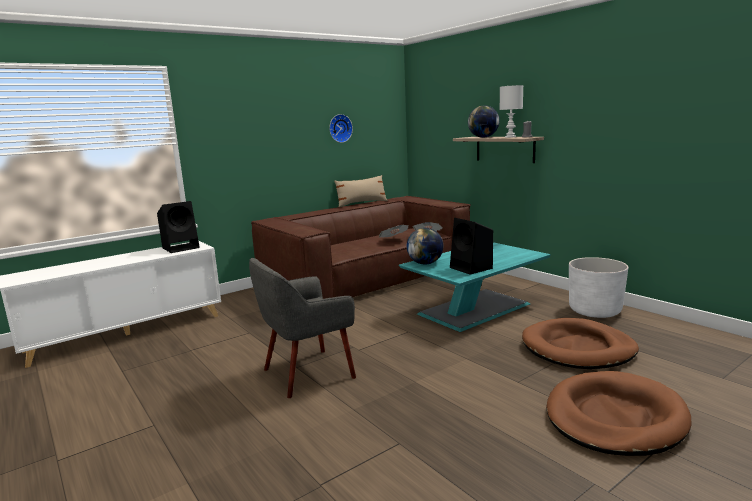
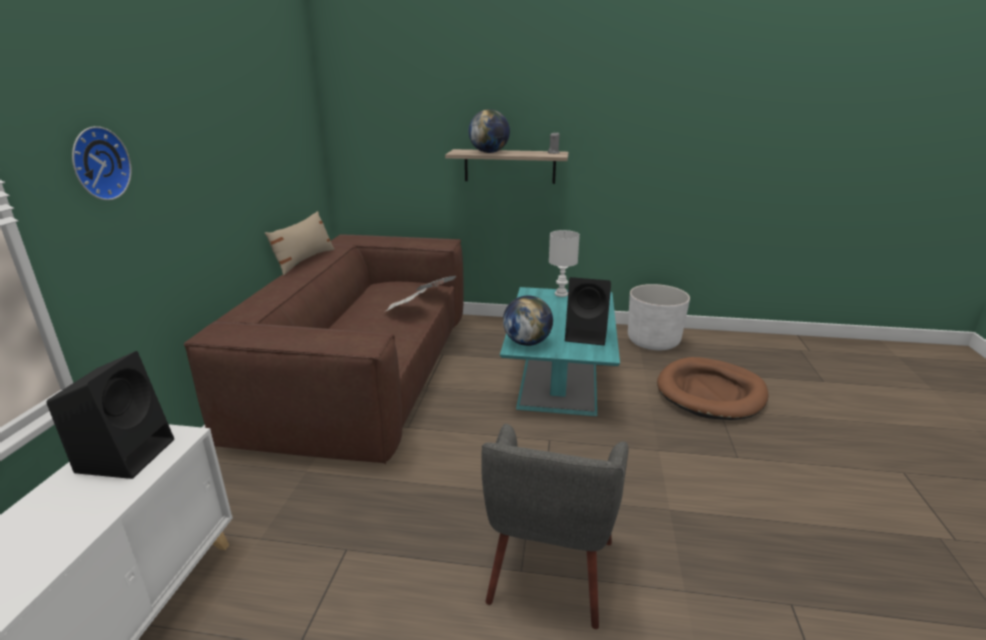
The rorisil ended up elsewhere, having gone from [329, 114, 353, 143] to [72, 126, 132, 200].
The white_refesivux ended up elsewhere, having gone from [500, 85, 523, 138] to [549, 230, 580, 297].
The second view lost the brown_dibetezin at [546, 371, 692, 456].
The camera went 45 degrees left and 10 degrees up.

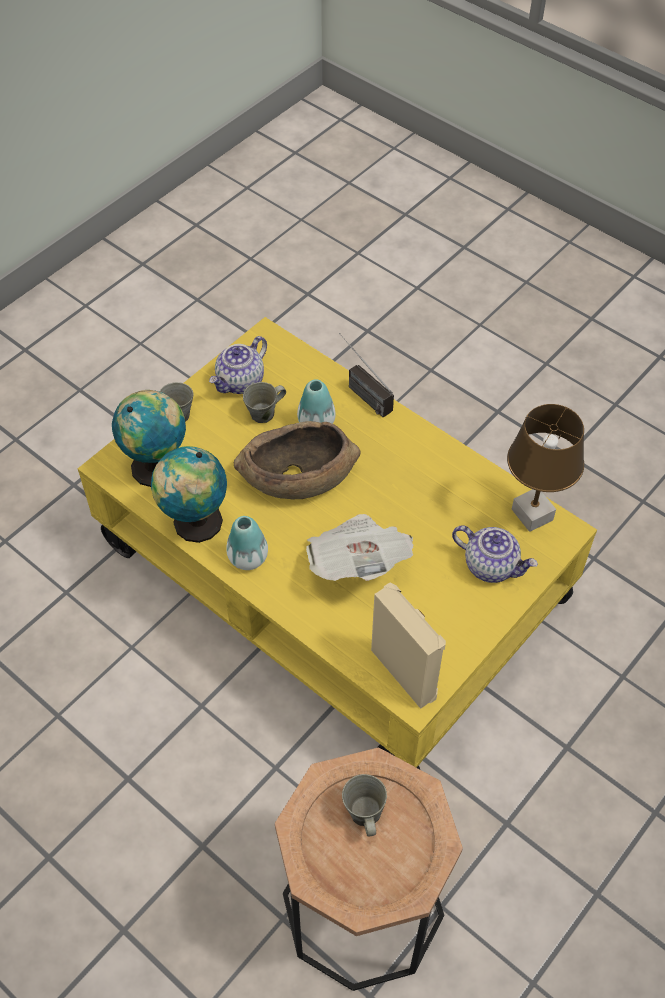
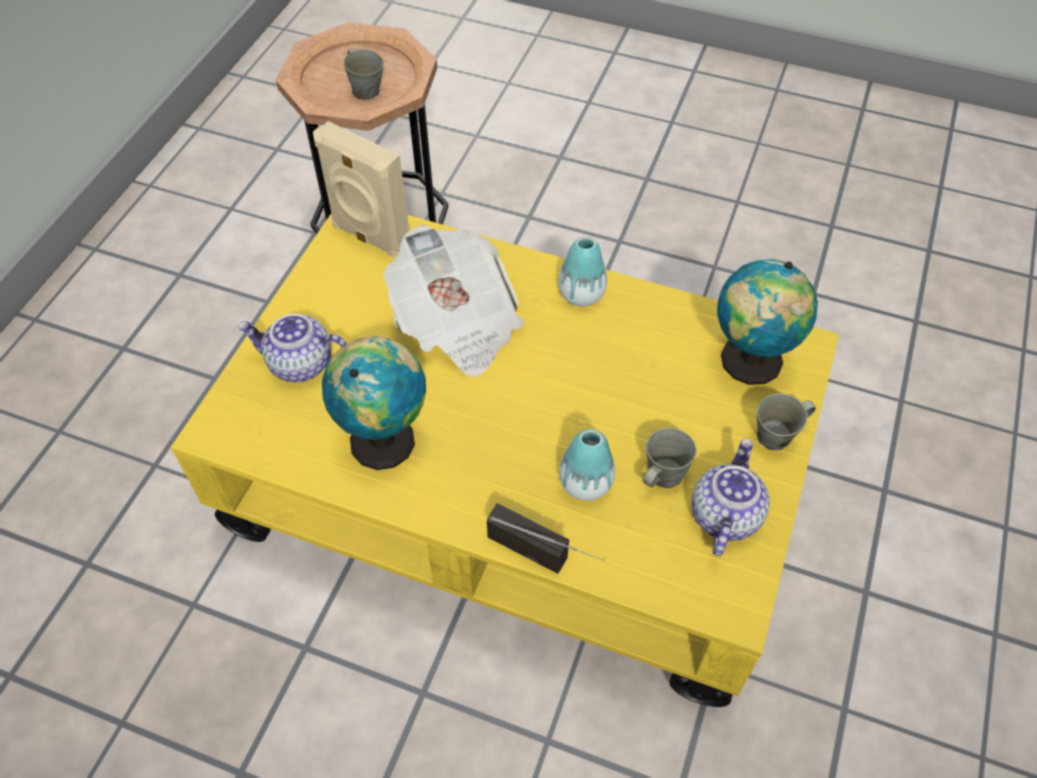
The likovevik ended up elsewhere, having gone from [151, 446, 227, 543] to [322, 336, 426, 470].
The second view lost the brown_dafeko at [234, 421, 360, 500].
The second view lost the brown_refesivux at [507, 404, 584, 532].
The camera went 160 degrees right and 0 degrees up.

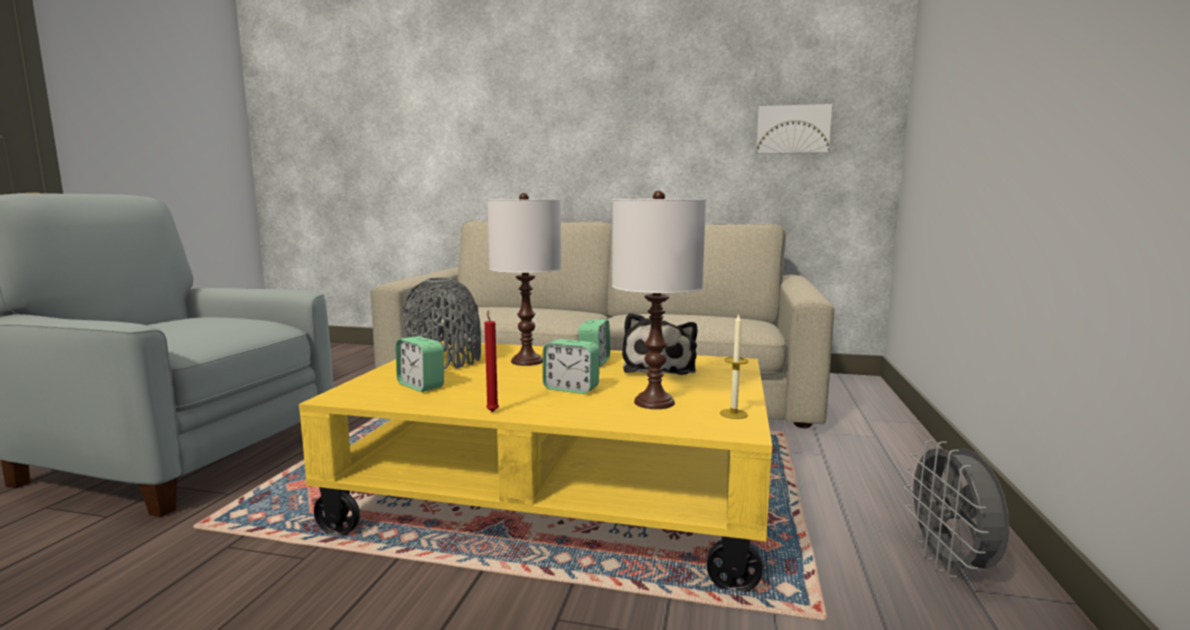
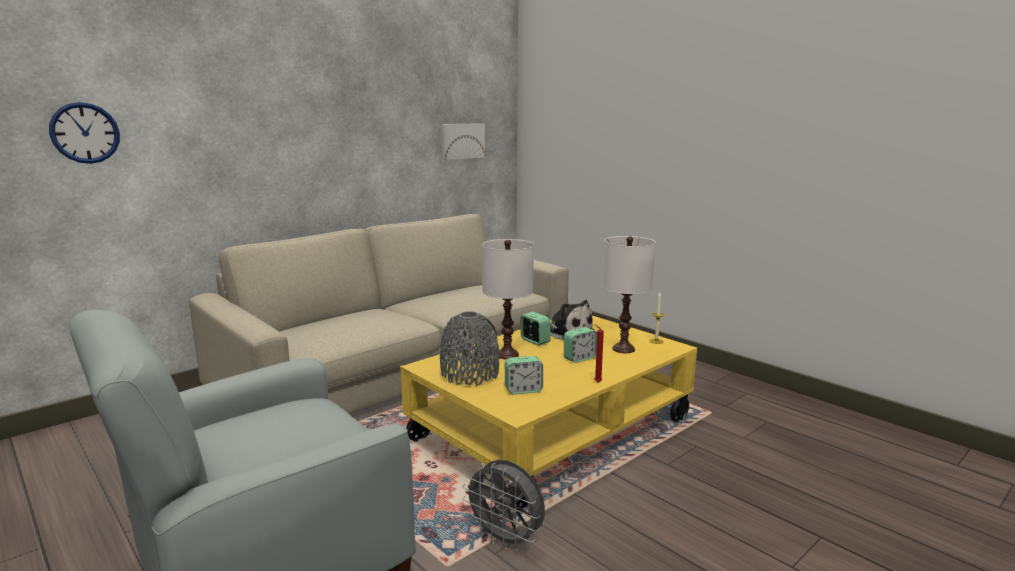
The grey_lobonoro ended up elsewhere, having gone from [904, 440, 1009, 577] to [462, 460, 545, 551].
The second view gained the rorisil at [49, 102, 120, 164].
The camera went 55 degrees left and 5 degrees up.

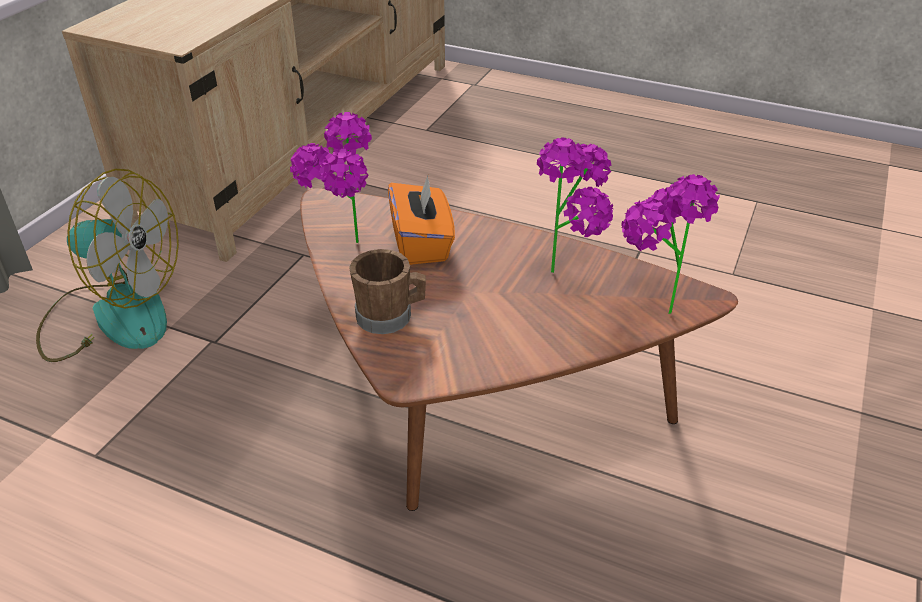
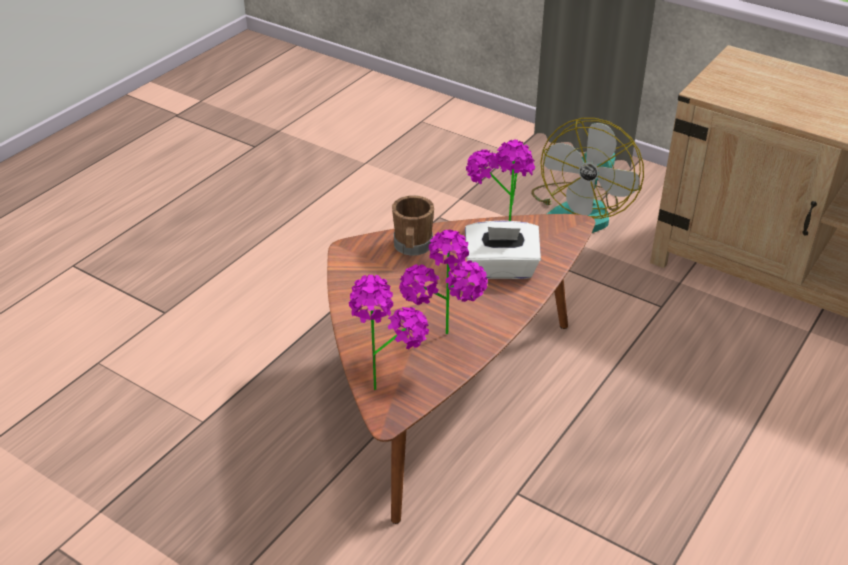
What was the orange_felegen at [388, 176, 455, 265] turned into the white_felegen at [465, 221, 541, 279].
The camera went 100 degrees right and 0 degrees up.

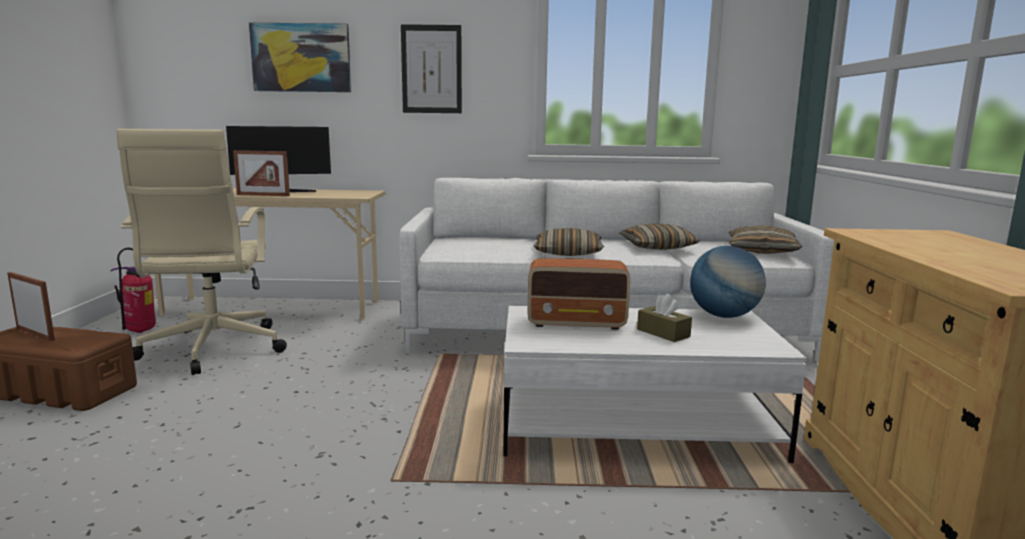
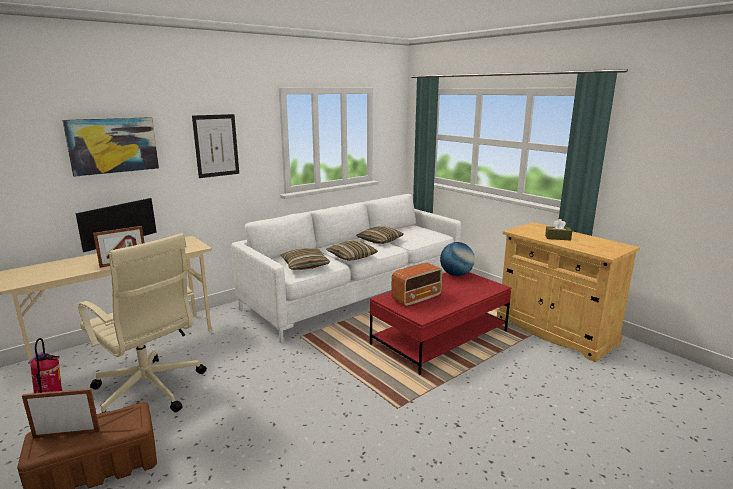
What was the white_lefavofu at [503, 306, 807, 463] turned into the red_lefavofu at [370, 272, 511, 375].
The brown_felegen ended up elsewhere, having gone from [637, 294, 692, 342] to [545, 219, 572, 240].
The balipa ended up elsewhere, having gone from [728, 225, 802, 254] to [280, 248, 330, 270].
The camera went 40 degrees left and 5 degrees up.

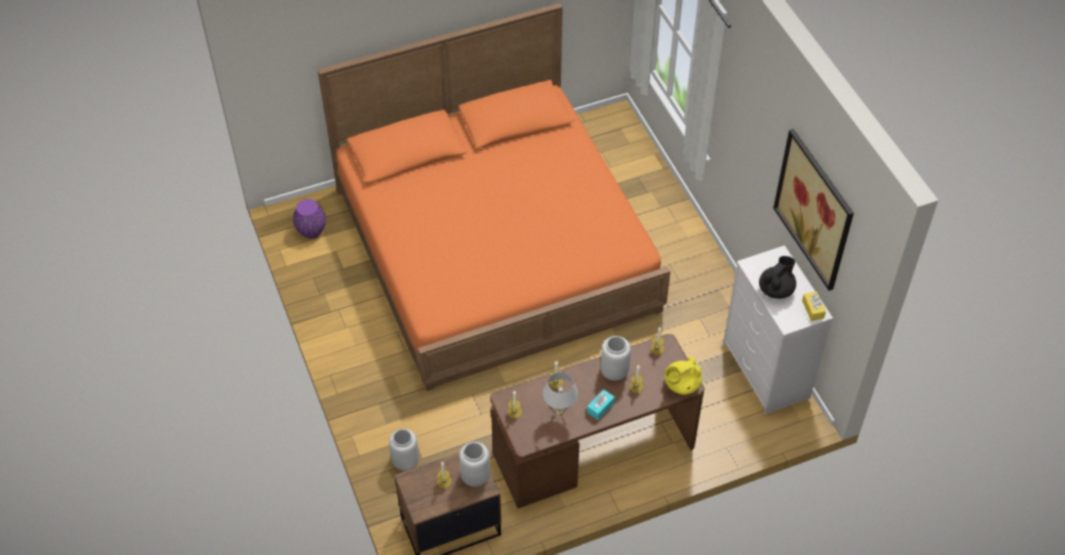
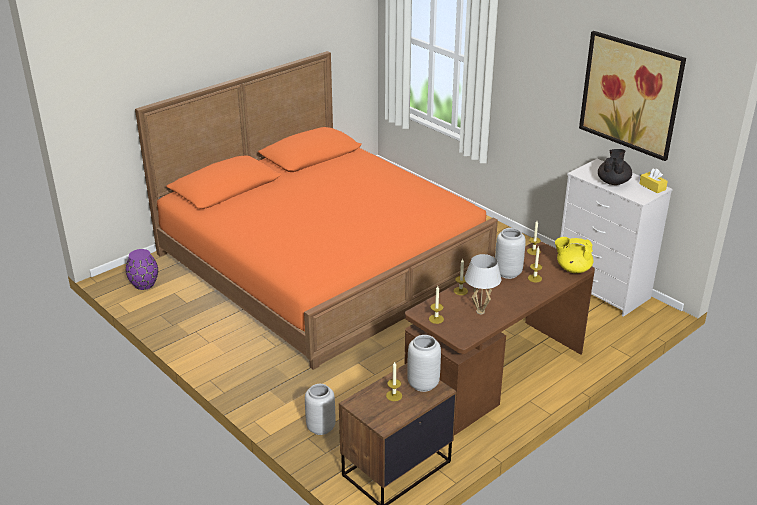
The second view lost the turquoise_felegen at [587, 389, 615, 420].
The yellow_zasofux at [664, 356, 702, 395] ended up facing another way, 60 degrees clockwise from before.
The camera went 20 degrees left and 20 degrees down.

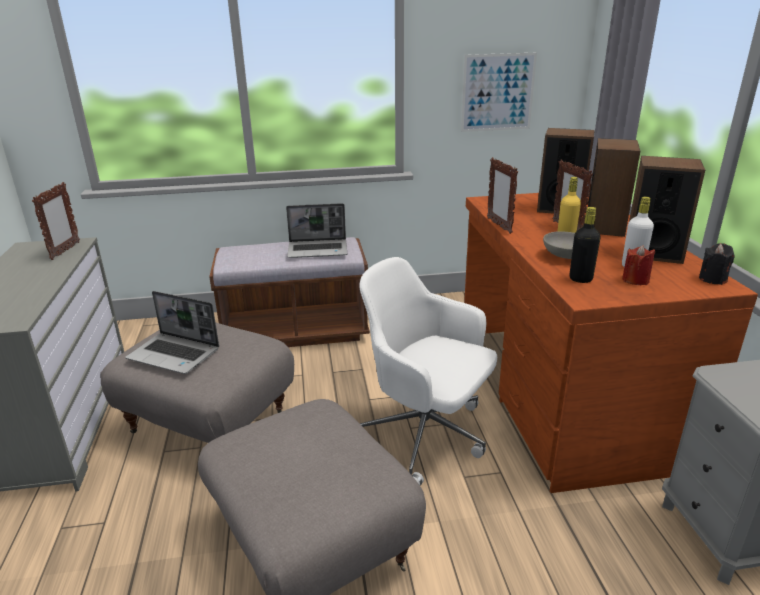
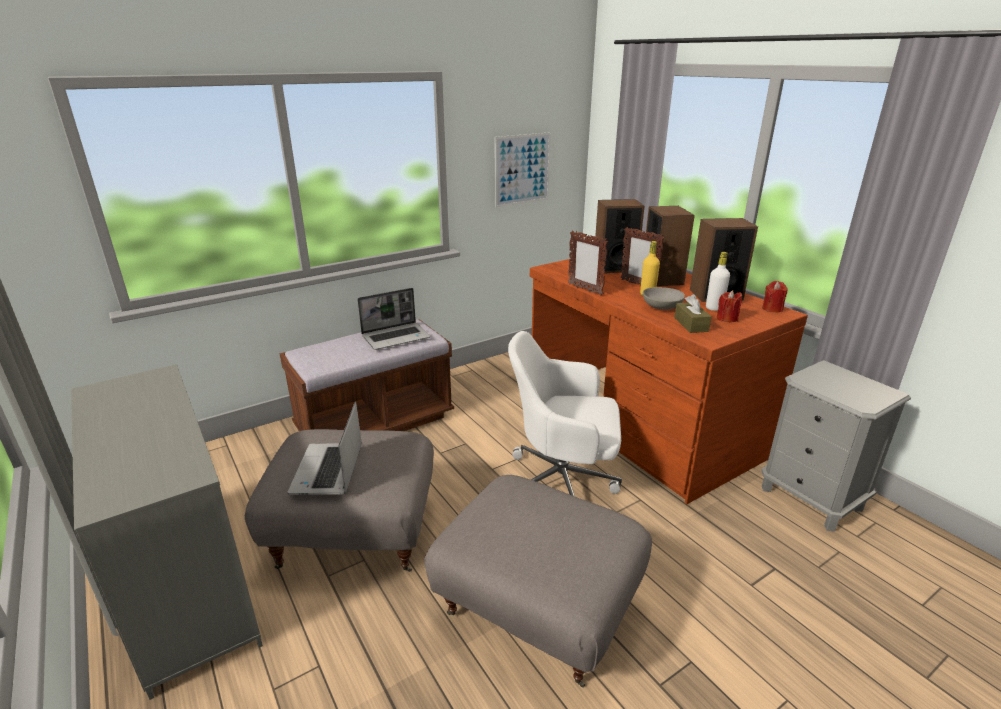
The second view lost the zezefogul at [32, 182, 80, 260].
The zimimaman at [125, 291, 219, 374] ended up facing another way, 90 degrees clockwise from before.
Where the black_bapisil stood at [570, 207, 601, 283], the brown_felegen came to stand at [674, 294, 712, 333].
What was the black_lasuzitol at [699, 243, 735, 285] turned into the red_lasuzitol at [762, 281, 788, 312].
The camera went 25 degrees left and 0 degrees up.

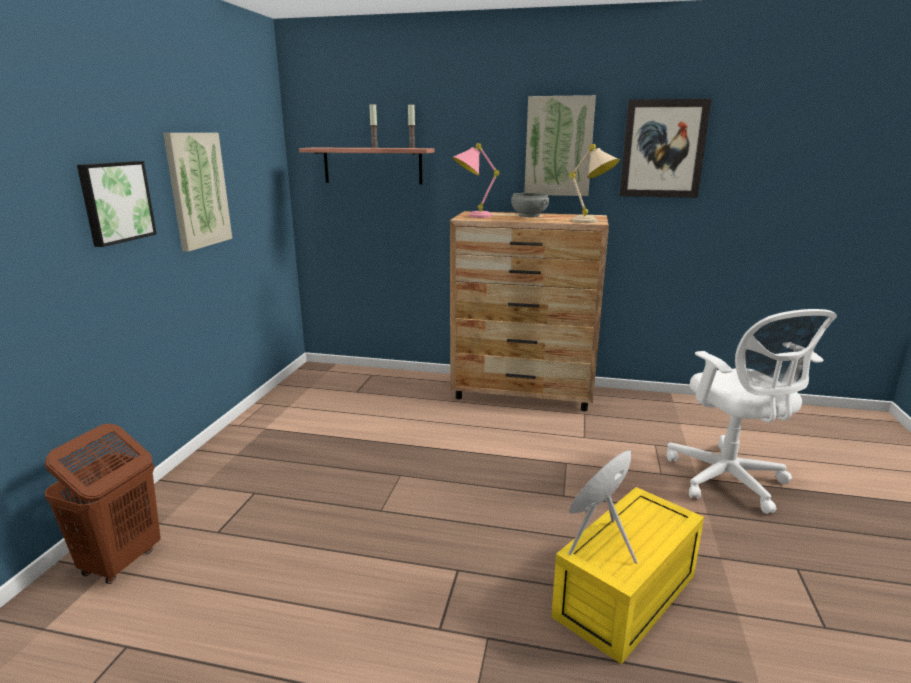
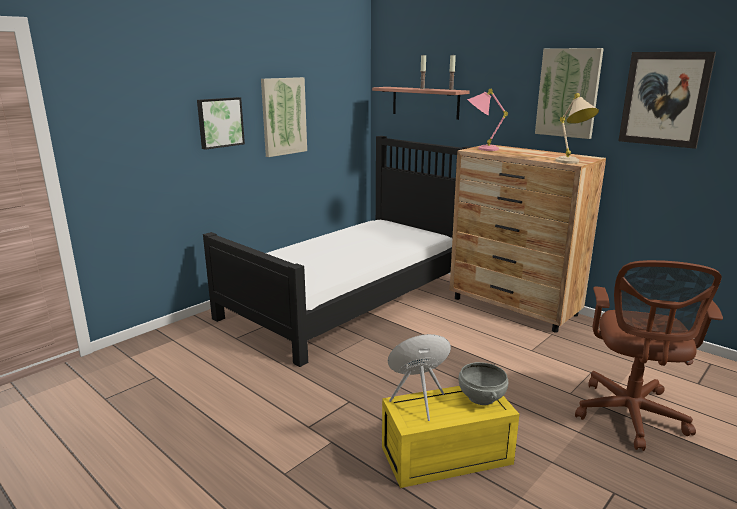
The second view lost the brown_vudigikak at [45, 424, 161, 584].
The grey_dafeko ended up elsewhere, having gone from [511, 193, 549, 217] to [459, 362, 508, 405].
What was the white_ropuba at [667, 309, 837, 514] turned into the brown_ropuba at [575, 260, 723, 451].
The second view gained the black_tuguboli at [203, 136, 472, 367].
The camera went 30 degrees right and 0 degrees up.

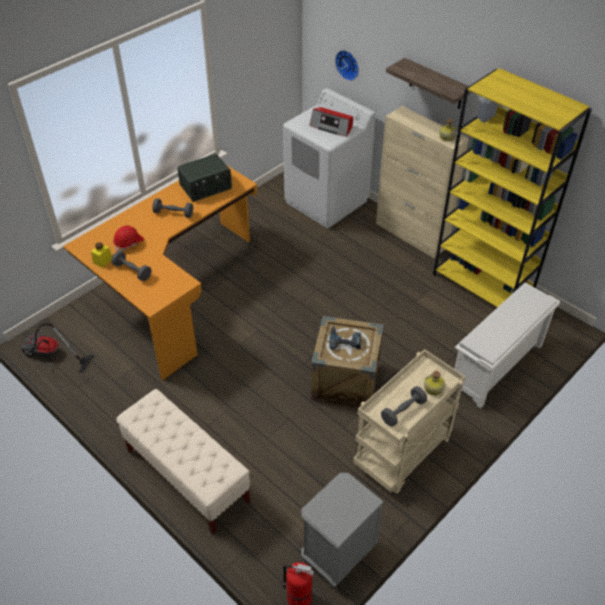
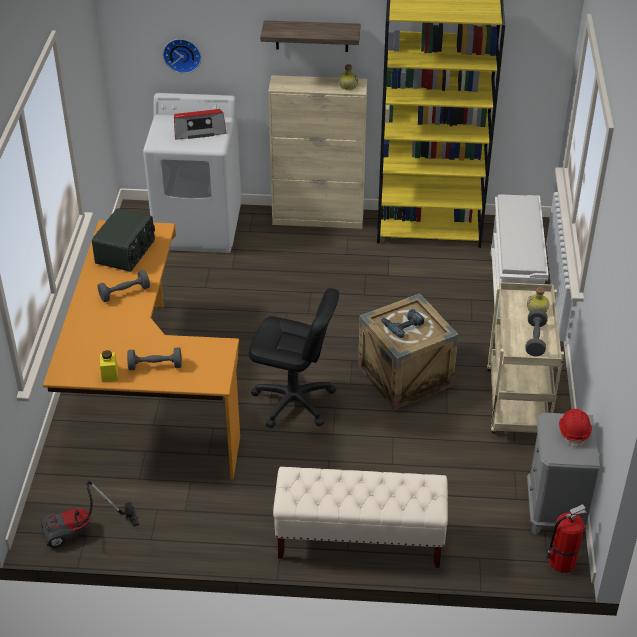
The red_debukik ended up elsewhere, having gone from [113, 226, 144, 251] to [559, 409, 592, 448].
The second view gained the black_ropuba at [249, 288, 339, 428].
The camera went 40 degrees left and 5 degrees down.

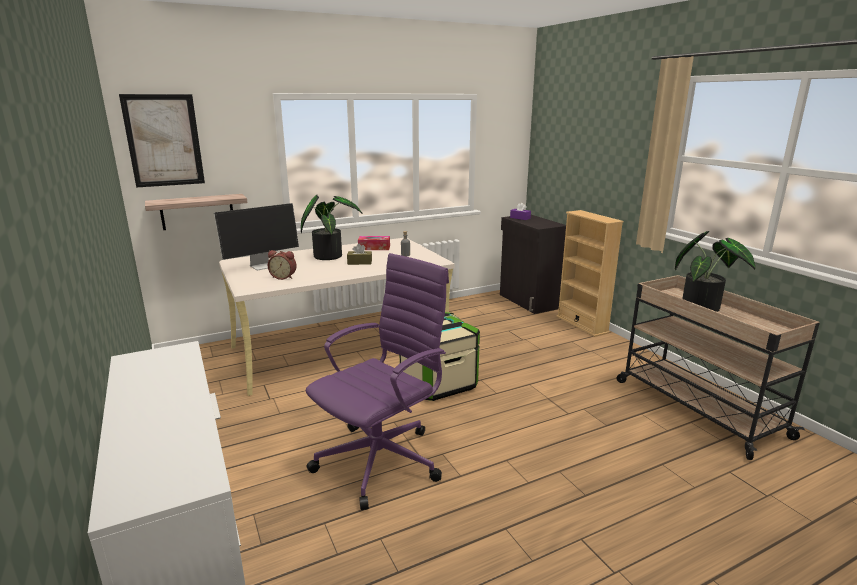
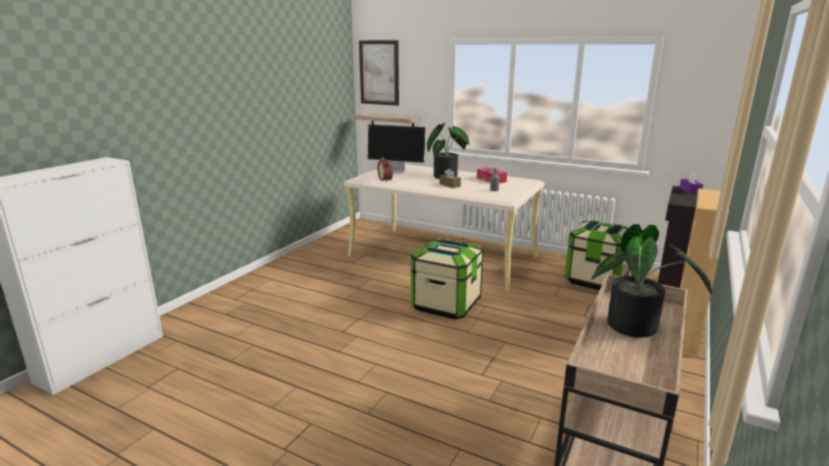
The second view lost the purple_ropuba at [306, 253, 449, 510].
The second view gained the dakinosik at [565, 220, 629, 290].
The camera went 55 degrees right and 0 degrees up.

